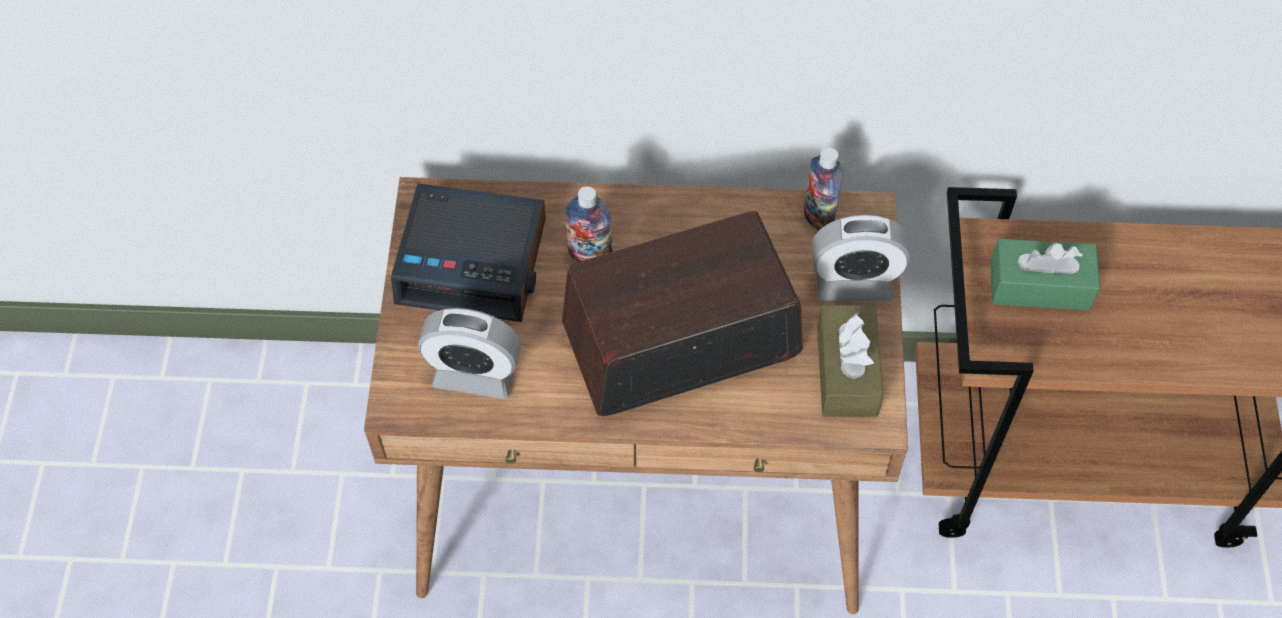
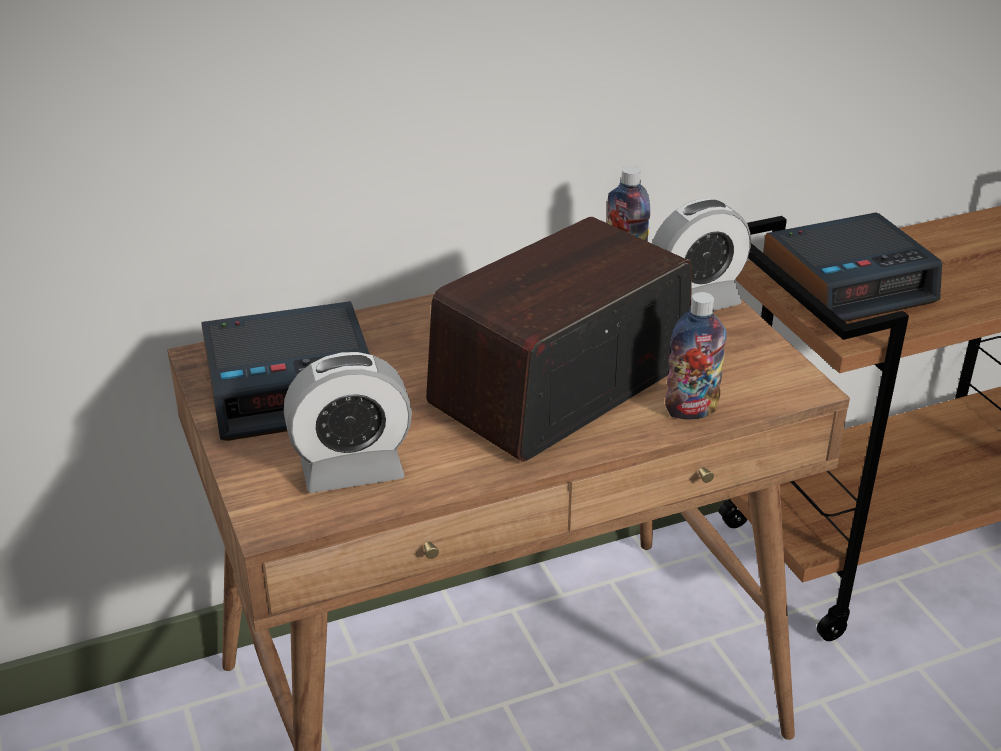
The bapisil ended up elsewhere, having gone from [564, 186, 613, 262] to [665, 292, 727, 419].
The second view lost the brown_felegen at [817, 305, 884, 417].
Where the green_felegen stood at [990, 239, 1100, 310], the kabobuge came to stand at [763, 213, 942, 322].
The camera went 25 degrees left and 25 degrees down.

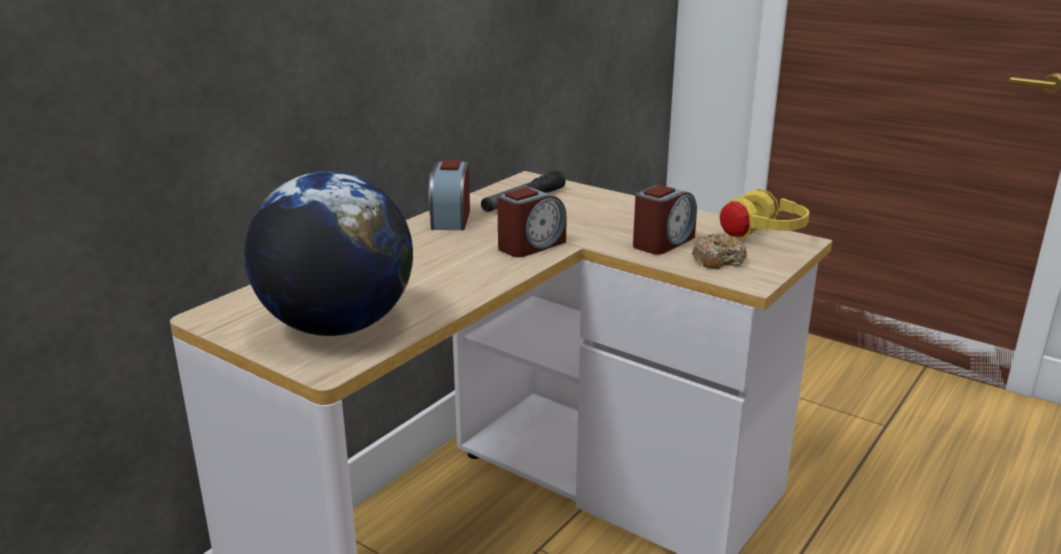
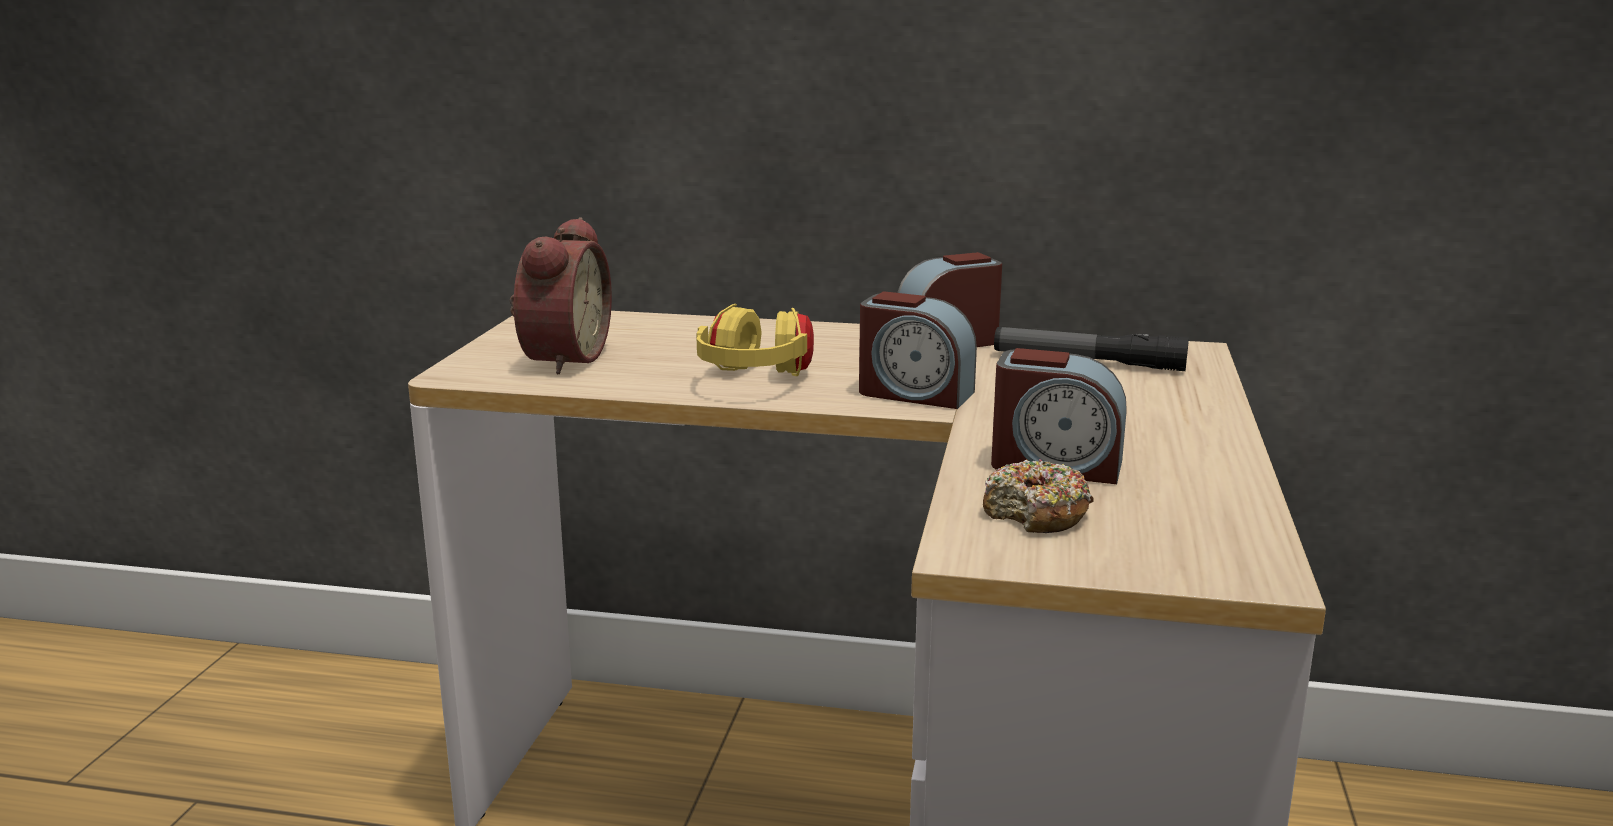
Where the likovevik stood at [244, 171, 413, 336], the kabobuge came to stand at [510, 217, 612, 374].
The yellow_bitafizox ended up elsewhere, having gone from [719, 189, 809, 240] to [696, 304, 814, 376].
The camera went 65 degrees right and 5 degrees down.

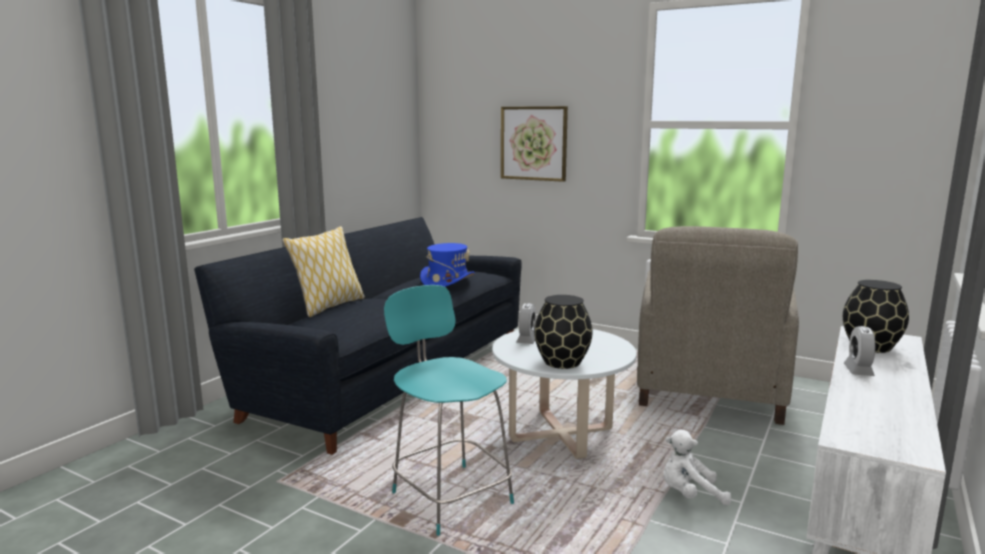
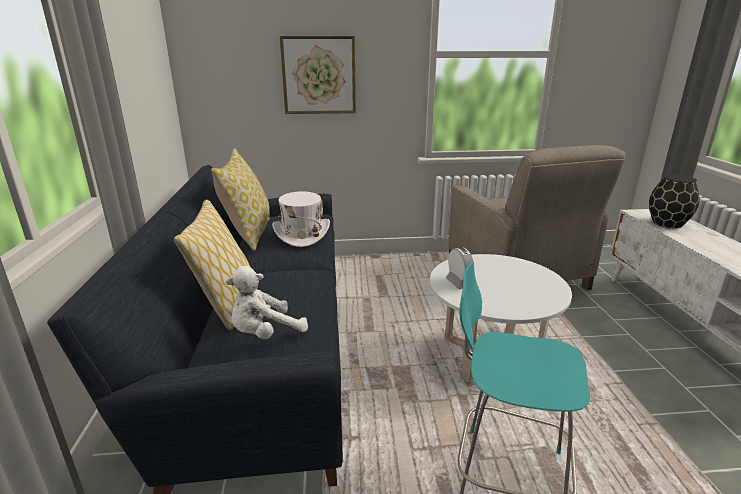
What was the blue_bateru at [420, 243, 475, 287] turned into the white_bateru at [272, 191, 330, 247].
The second view lost the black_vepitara at [534, 295, 593, 369].
The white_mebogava ended up elsewhere, having gone from [663, 430, 731, 506] to [226, 266, 308, 339].
The second view lost the kabobuge at [844, 326, 875, 376].
The second view gained the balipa at [211, 148, 270, 251].
The camera went 35 degrees left and 10 degrees up.

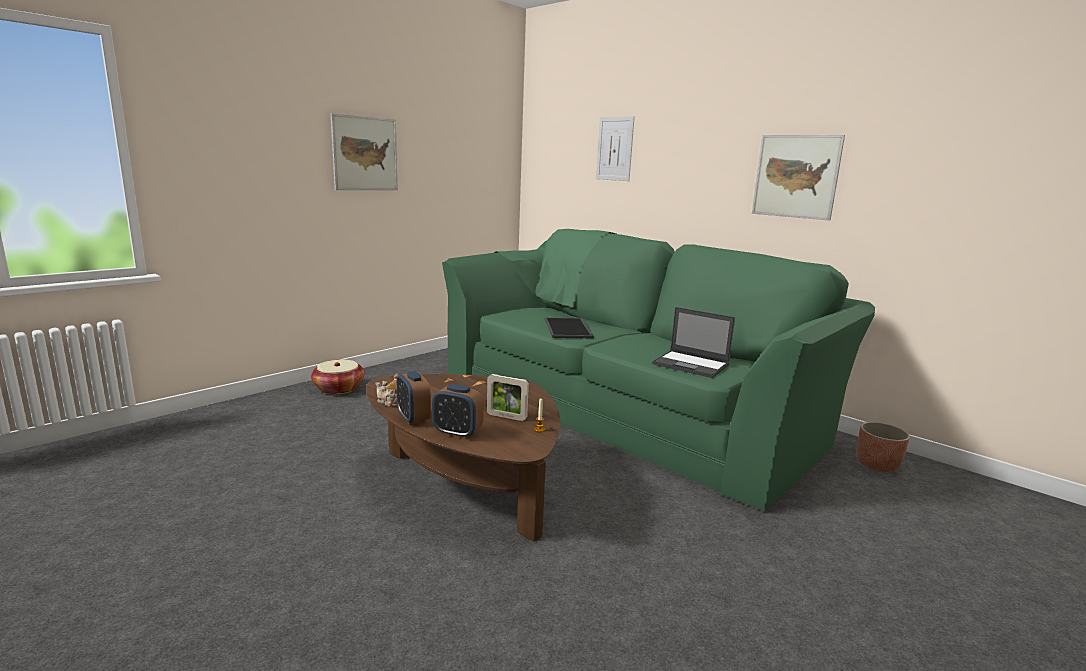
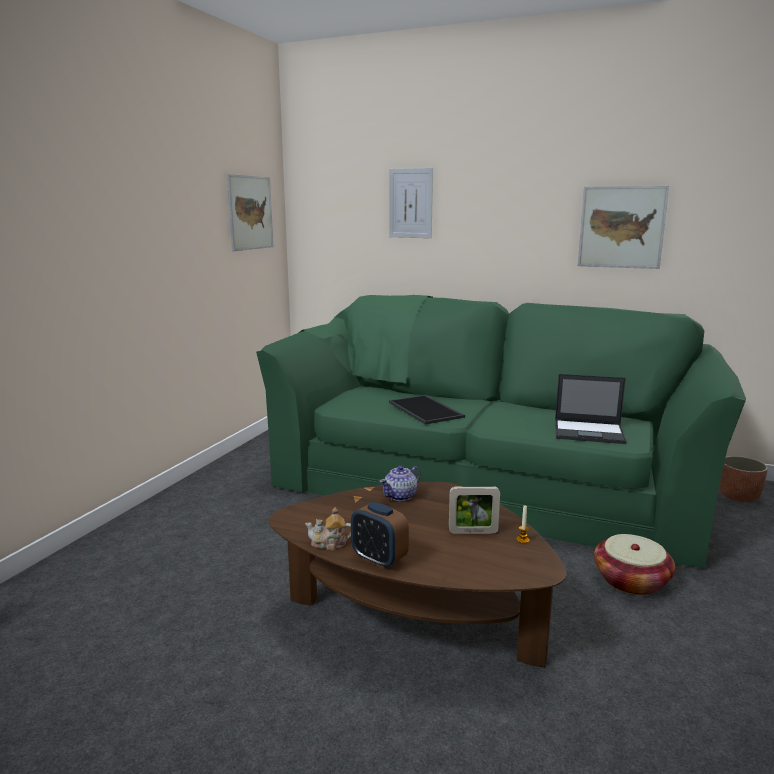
The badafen ended up elsewhere, having gone from [311, 360, 365, 395] to [594, 534, 675, 595].
The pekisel ended up elsewhere, having gone from [331, 113, 398, 190] to [227, 174, 274, 251].
The second view lost the kabobuge at [432, 384, 484, 439].
The second view gained the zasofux at [379, 466, 420, 501].
The camera went 20 degrees left and 0 degrees up.

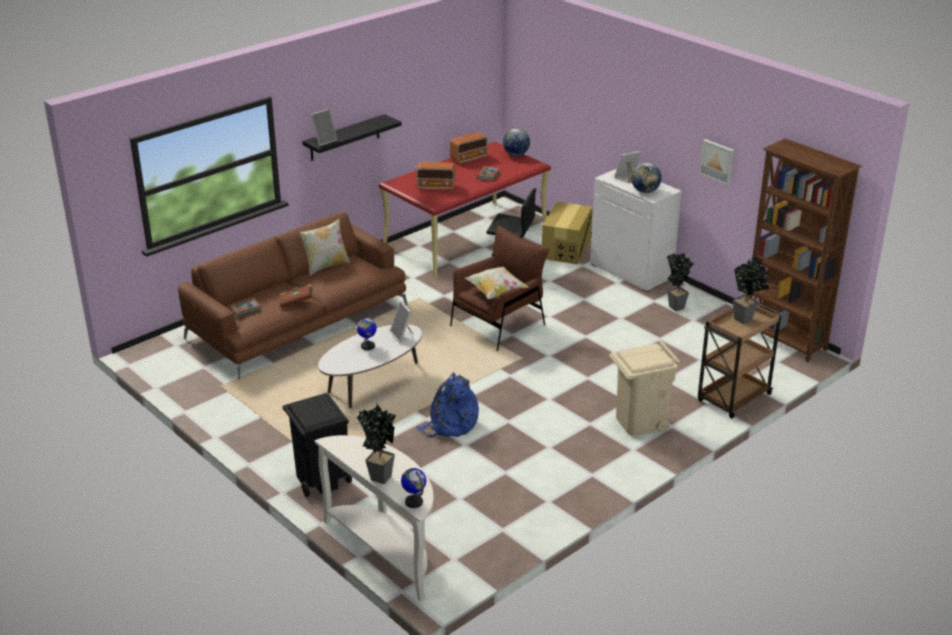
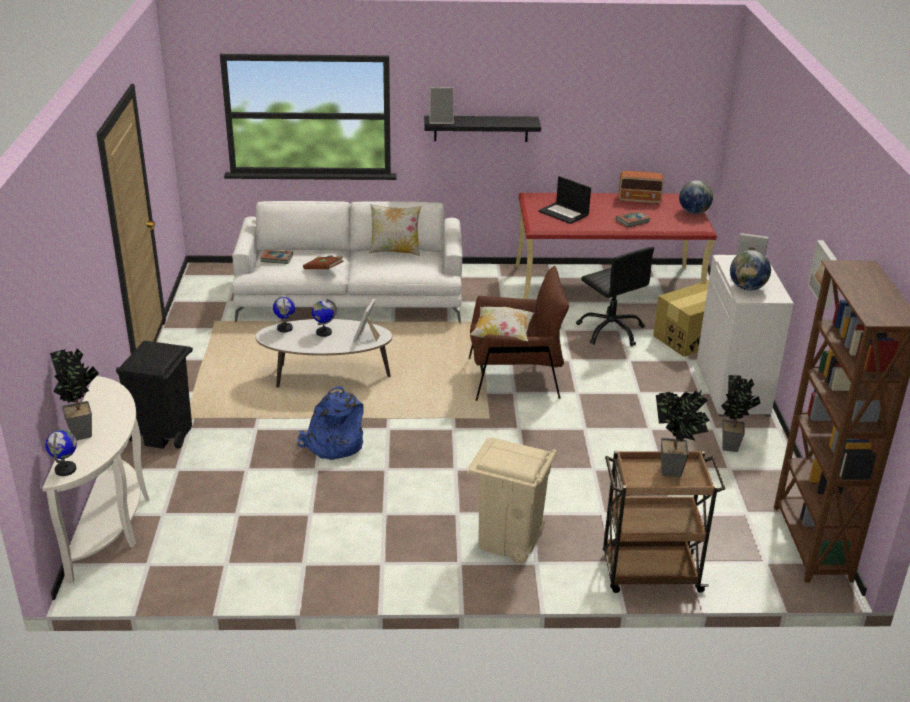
What was the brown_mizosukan at [178, 212, 408, 380] turned into the white_mizosukan at [232, 201, 463, 323].
Where the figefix stood at [416, 162, 455, 190], the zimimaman came to stand at [538, 176, 591, 224].
The second view gained the likovevik at [273, 297, 295, 332].
The camera went 40 degrees right and 0 degrees up.

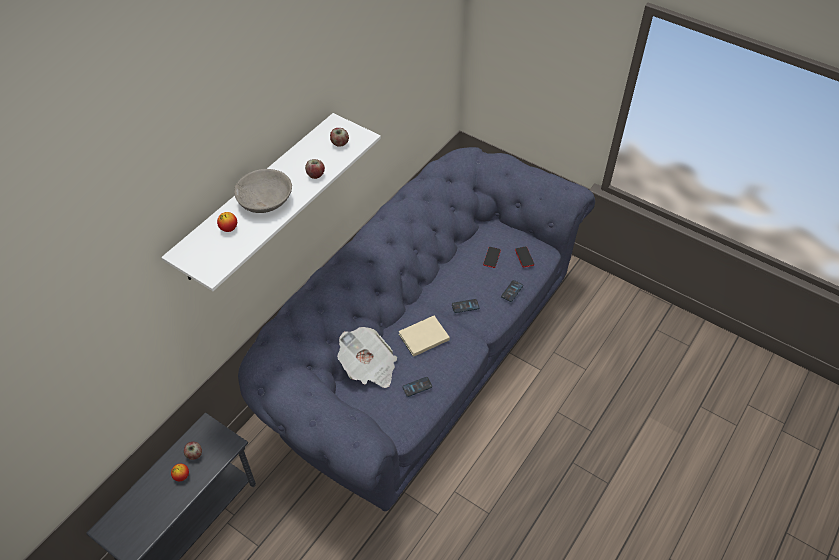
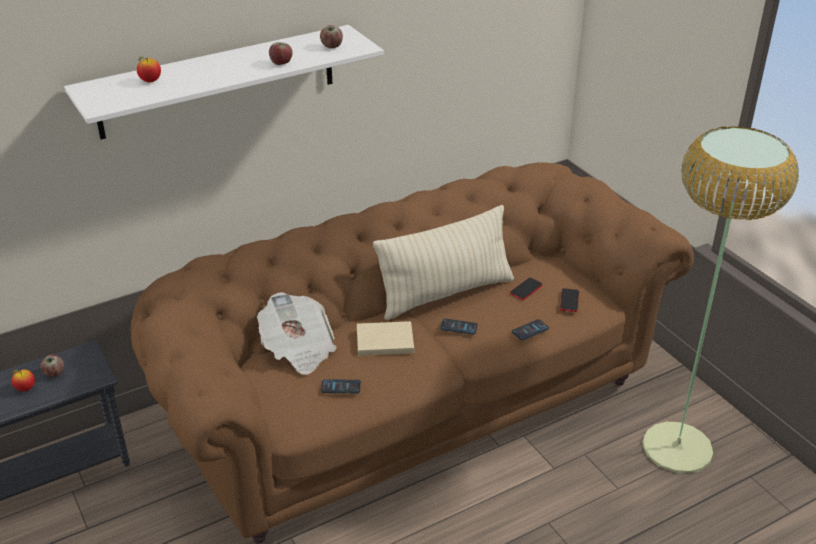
The second view lost the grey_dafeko at [234, 169, 292, 213].
What was the blue_mizosukan at [238, 147, 595, 511] turned into the brown_mizosukan at [131, 162, 694, 543].
The second view gained the beige_balipa at [373, 205, 514, 320].
The second view gained the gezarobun at [643, 126, 799, 474].
The camera went 25 degrees right and 15 degrees down.

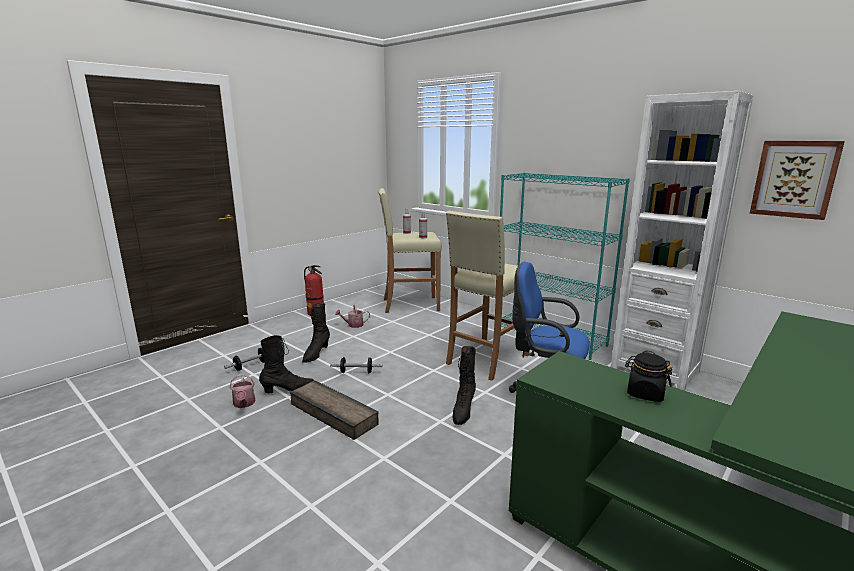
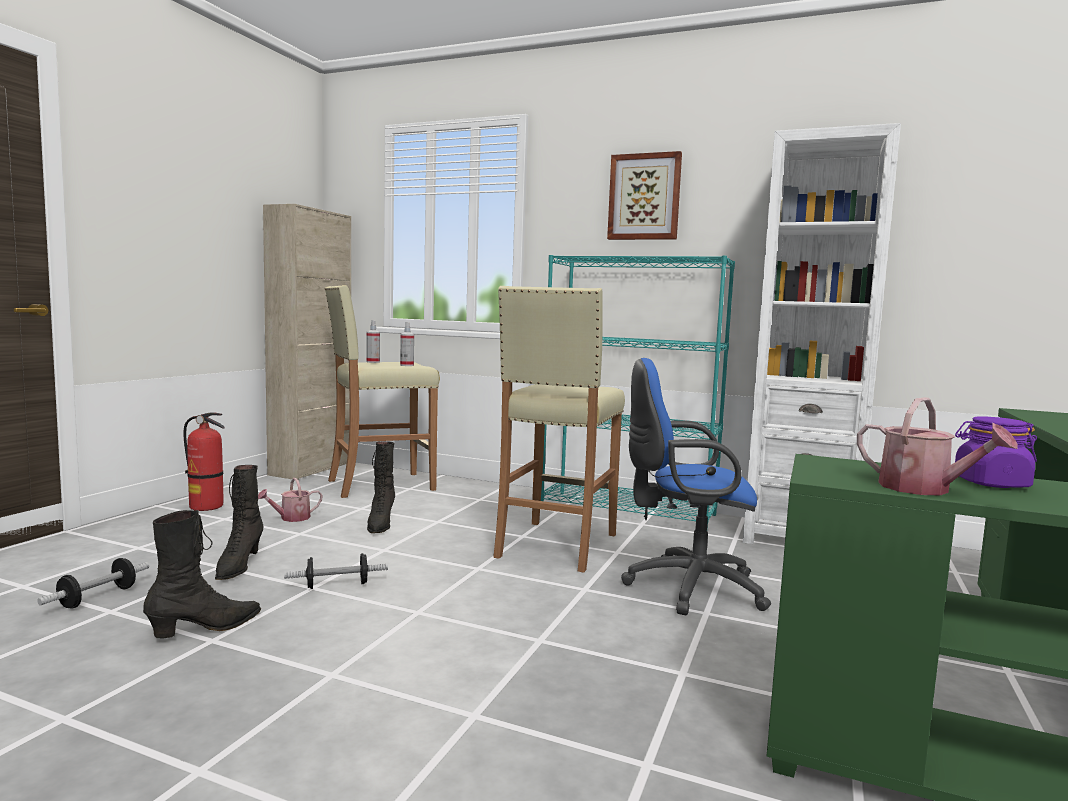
The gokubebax ended up elsewhere, having gone from [230, 374, 255, 408] to [857, 397, 1018, 495].
The second view lost the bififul at [290, 380, 379, 440].
The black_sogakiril ended up elsewhere, having gone from [453, 346, 476, 425] to [367, 441, 395, 533].
What was the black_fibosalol at [625, 353, 672, 402] turned into the purple_fibosalol at [955, 416, 1037, 488].
The pekisel ended up elsewhere, having gone from [749, 141, 845, 220] to [607, 151, 682, 240].
The second view gained the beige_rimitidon at [263, 204, 351, 480].
The camera went 20 degrees left and 10 degrees down.

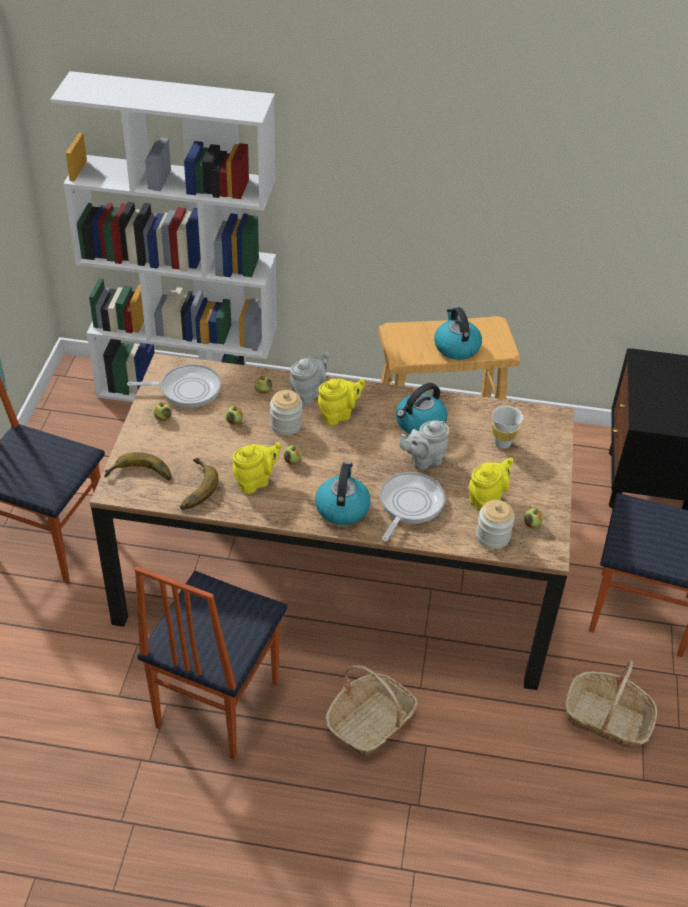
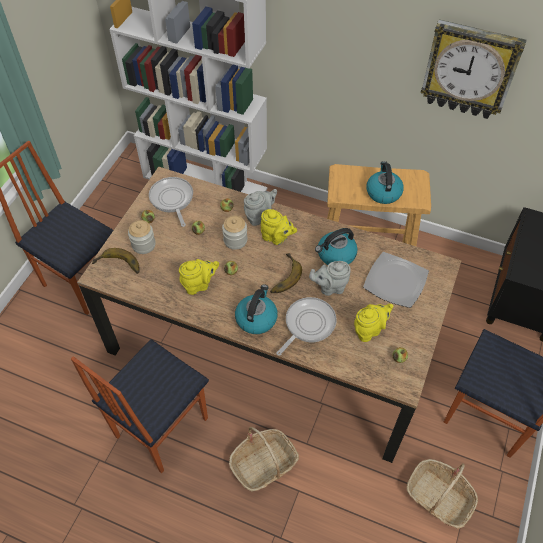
The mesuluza at [127, 364, 221, 408] ended up facing another way, 120 degrees counterclockwise from before.
The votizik ended up elsewhere, having gone from [180, 458, 218, 510] to [270, 253, 302, 293].
The yellow_zasofux at [318, 378, 365, 425] ended up facing another way, 45 degrees clockwise from before.
The fibosalol ended up elsewhere, having gone from [476, 500, 515, 549] to [128, 220, 156, 254].
Where the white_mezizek stood at [492, 406, 523, 449], the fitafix came to stand at [363, 252, 429, 308].
The second view gained the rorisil at [421, 20, 527, 119].
The camera went 15 degrees right and 10 degrees up.

